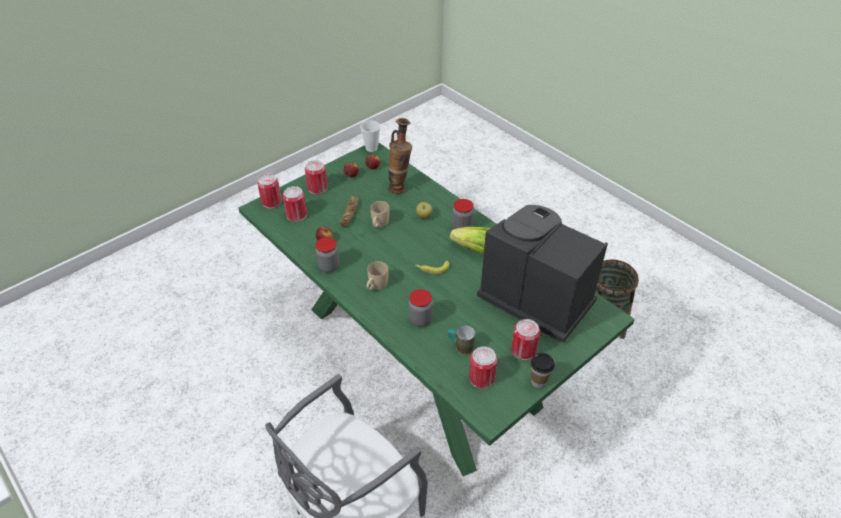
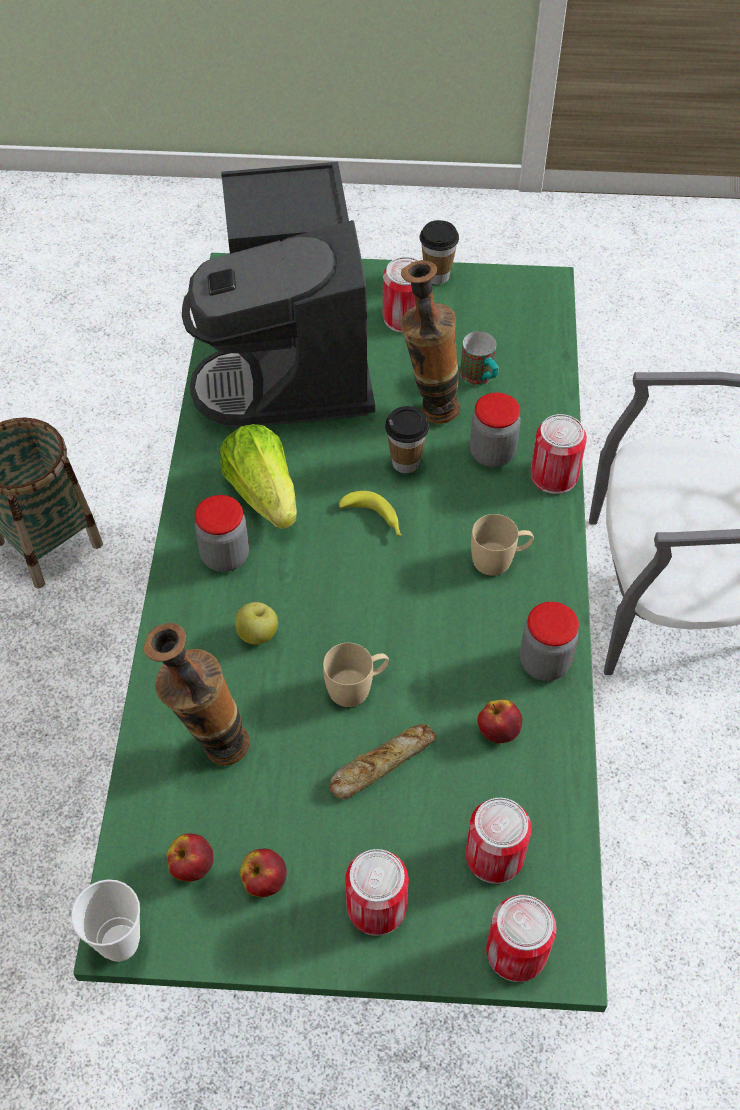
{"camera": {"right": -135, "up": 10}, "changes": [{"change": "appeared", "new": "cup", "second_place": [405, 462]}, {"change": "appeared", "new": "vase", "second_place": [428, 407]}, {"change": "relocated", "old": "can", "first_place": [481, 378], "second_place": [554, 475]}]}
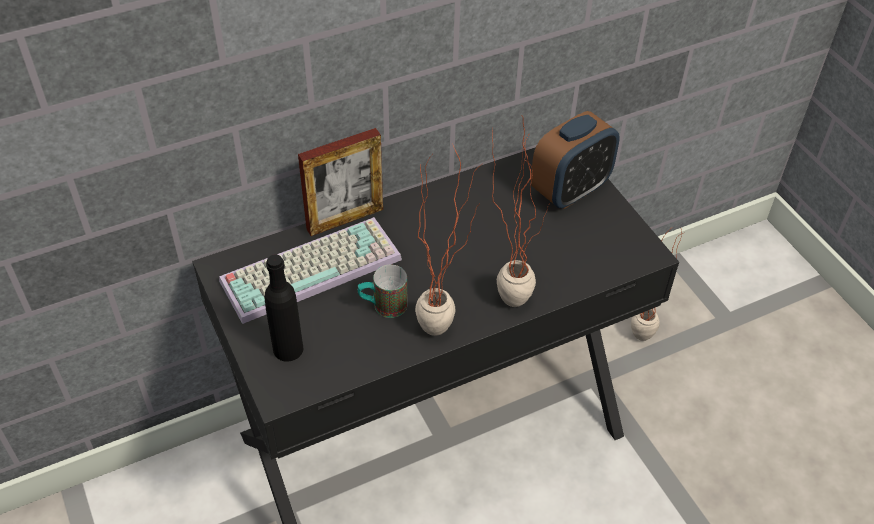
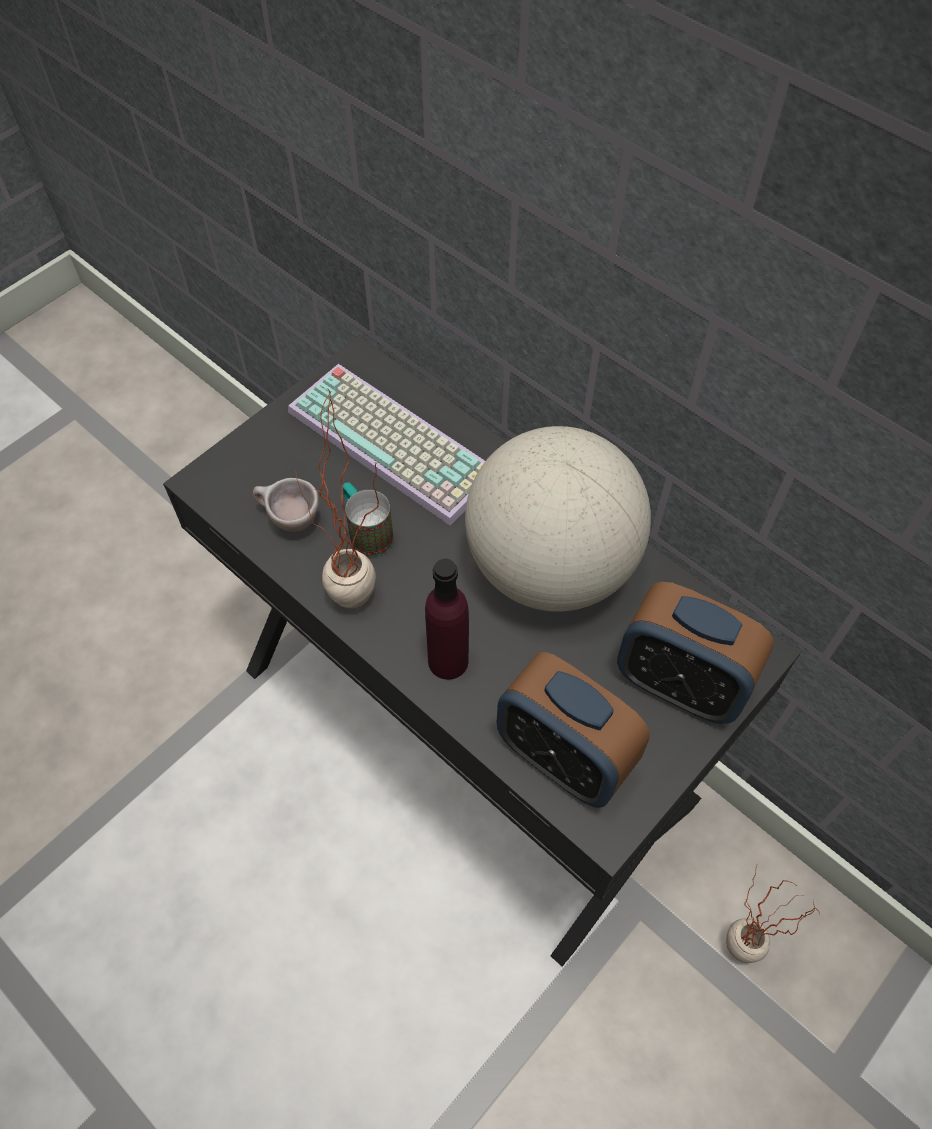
{"camera": {"right": 70, "up": 10}, "changes": [{"change": "appeared", "new": "cup/beige", "second_place": [288, 521]}, {"change": "exchanged", "old": "potted plant", "new": "bottle/purple", "first_place": [508, 292], "second_place": [448, 661]}, {"change": "appeared", "new": "globe", "second_place": [550, 566]}, {"change": "appeared", "new": "alarm clock", "second_place": [563, 757]}, {"change": "missing", "old": "bottle/black", "first_place": [288, 349]}, {"change": "missing", "old": "picture frame", "first_place": [345, 219]}]}
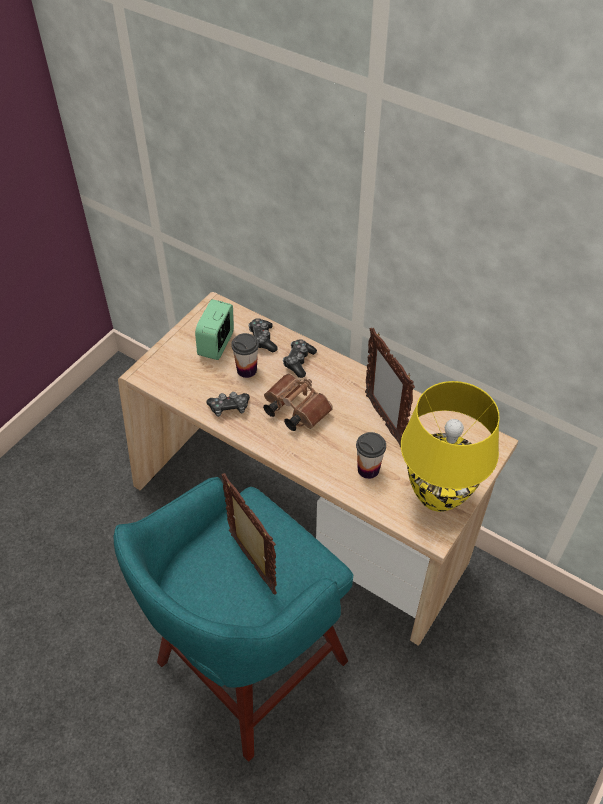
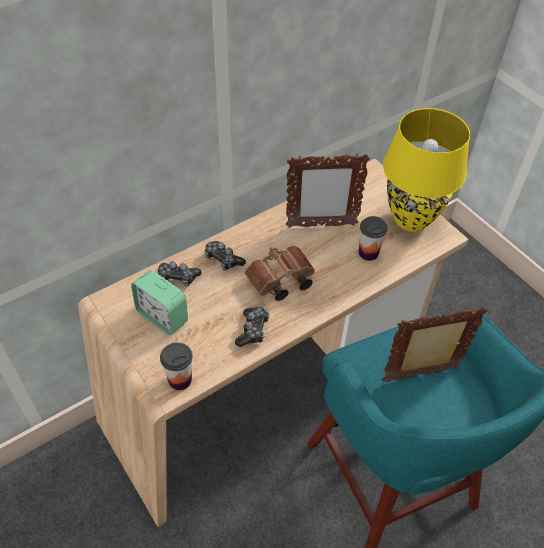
{"camera": {"right": -70, "up": 0}, "changes": [{"change": "relocated", "old": "cup", "first_place": [247, 370], "second_place": [180, 380]}]}
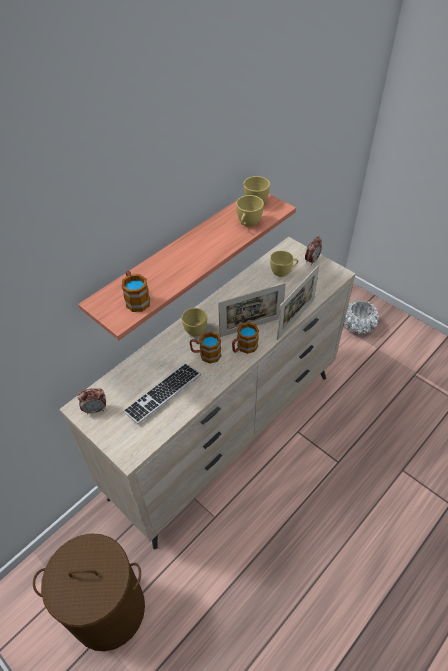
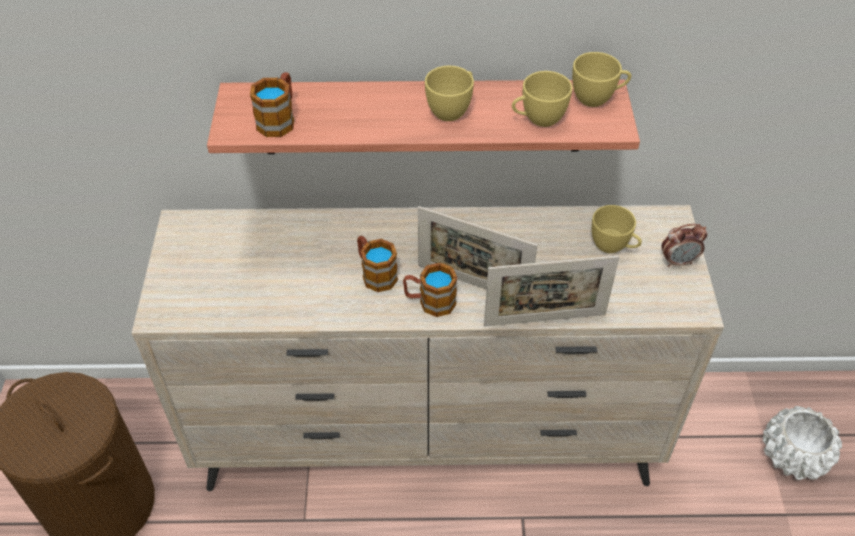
{"camera": {"right": 45, "up": 0}, "changes": [{"change": "relocated", "old": "cup/yellow", "first_place": [195, 328], "second_place": [452, 110]}, {"change": "missing", "old": "alarm clock", "first_place": [95, 409]}, {"change": "missing", "old": "keyboard", "first_place": [163, 394]}]}
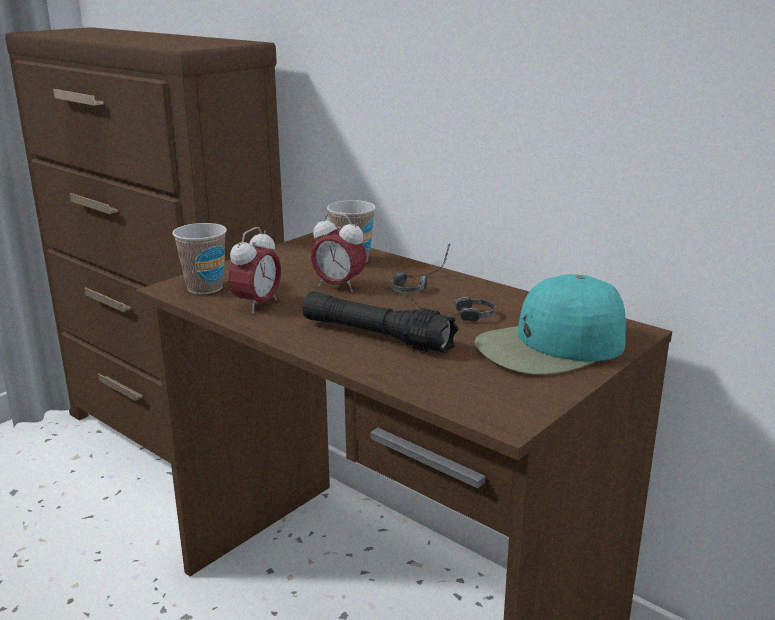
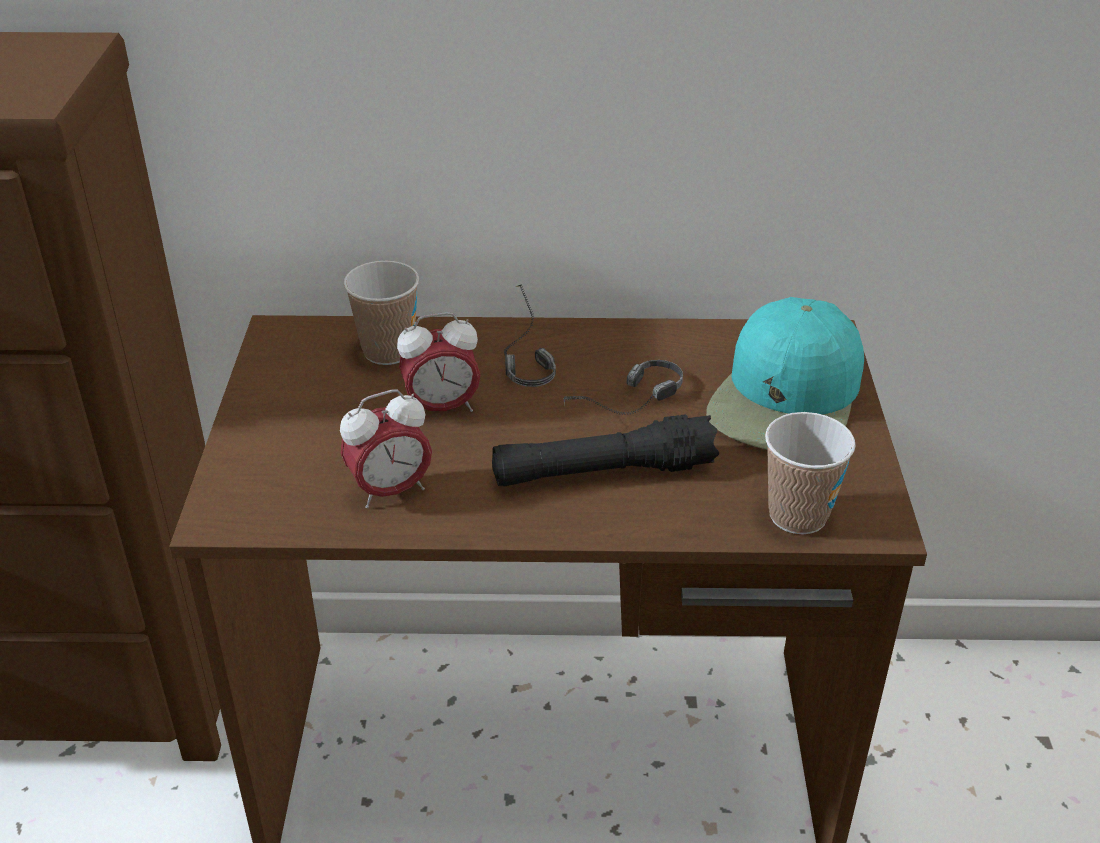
{"camera": {"right": -40, "up": 15}, "changes": [{"change": "spun", "old": "alarm clock", "first_place": [257, 305], "second_place": [390, 491], "degrees": 75}, {"change": "relocated", "old": "cup", "first_place": [205, 288], "second_place": [798, 515]}]}
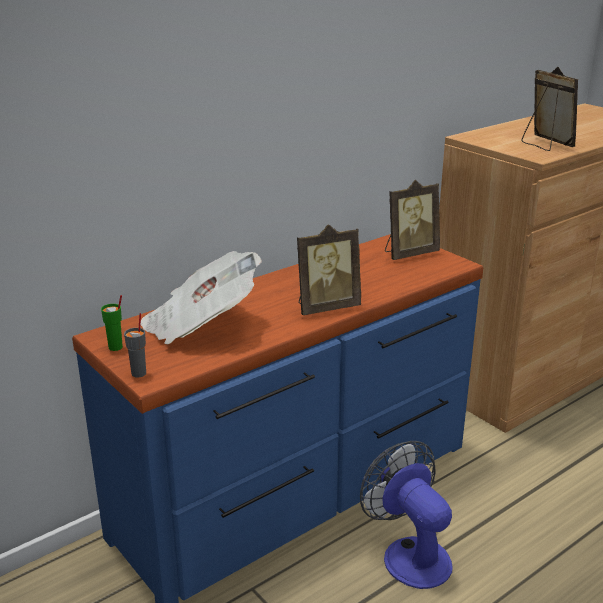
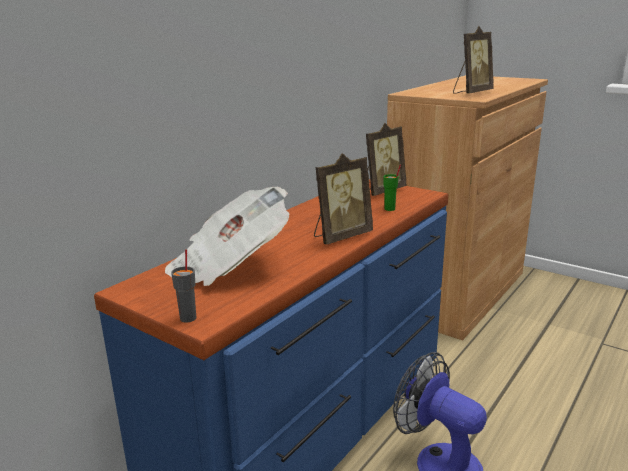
{"camera": {"right": -15, "up": -5}, "changes": [{"change": "relocated", "old": "cup/green", "first_place": [116, 347], "second_place": [390, 209]}, {"change": "spun", "old": "picture frame", "first_place": [545, 145], "second_place": [471, 93], "degrees": 90}]}
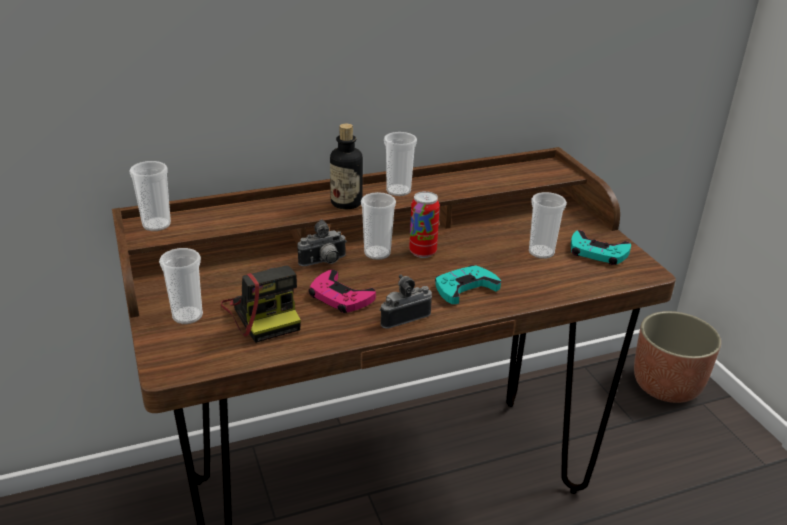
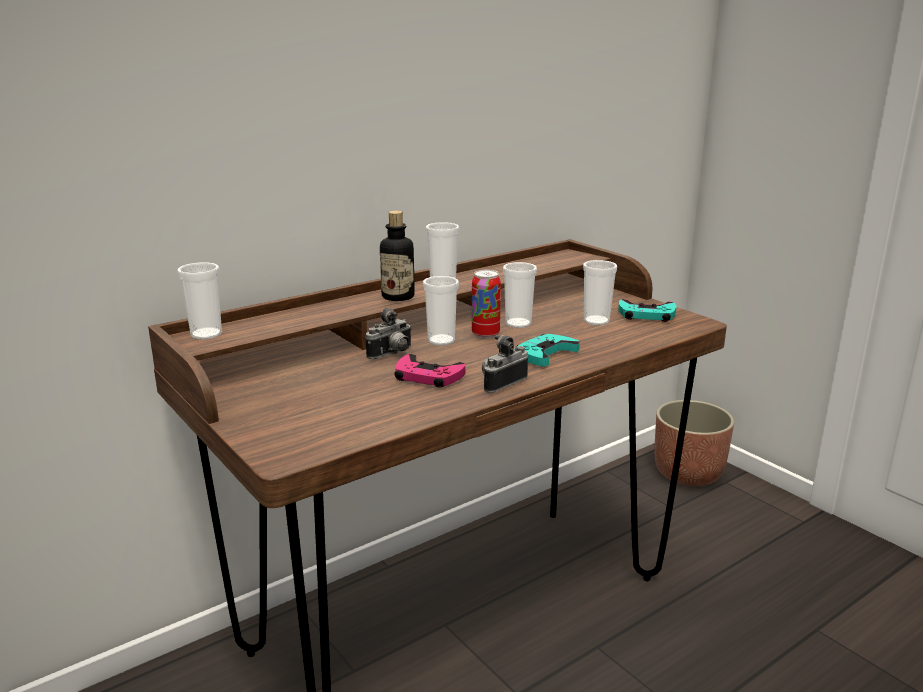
{"camera": {"right": -15, "up": -10}, "changes": [{"change": "relocated", "old": "cup", "first_place": [187, 316], "second_place": [518, 324]}, {"change": "missing", "old": "photo camera", "first_place": [264, 313]}]}
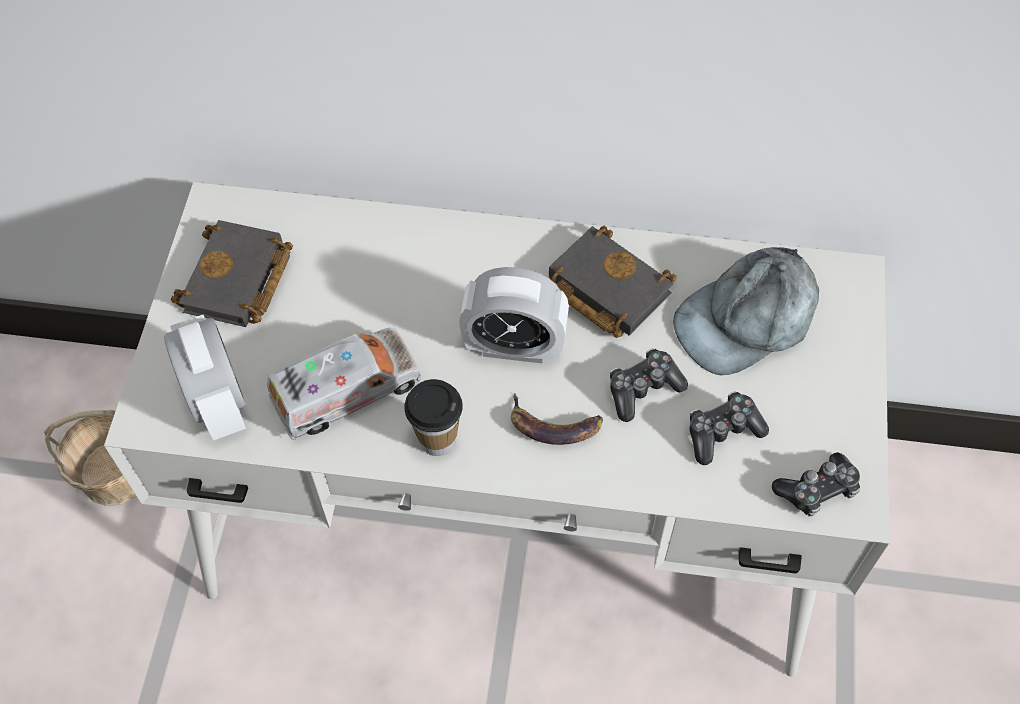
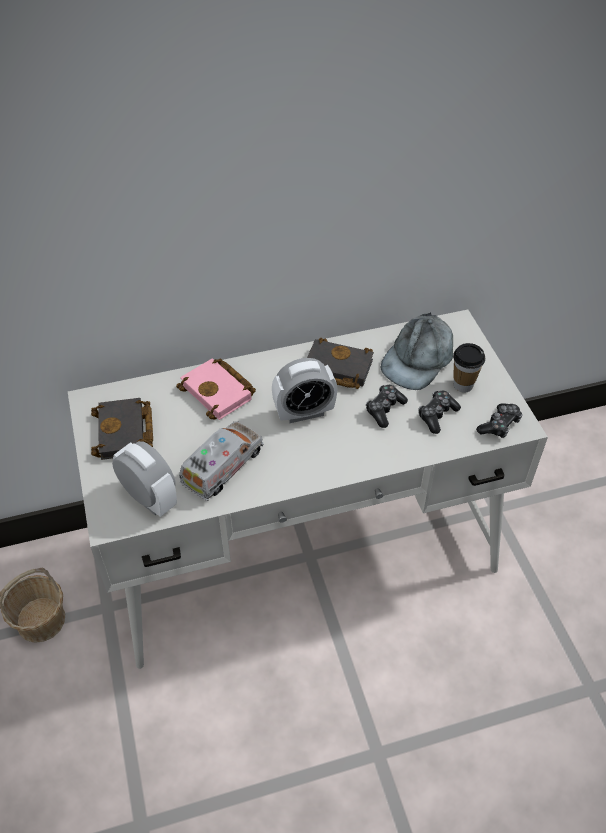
{"camera": {"right": -25, "up": -10}, "changes": [{"change": "appeared", "new": "book/pink", "second_place": [220, 392]}, {"change": "relocated", "old": "cup", "first_place": [437, 440], "second_place": [463, 385]}, {"change": "missing", "old": "banana", "first_place": [554, 425]}]}
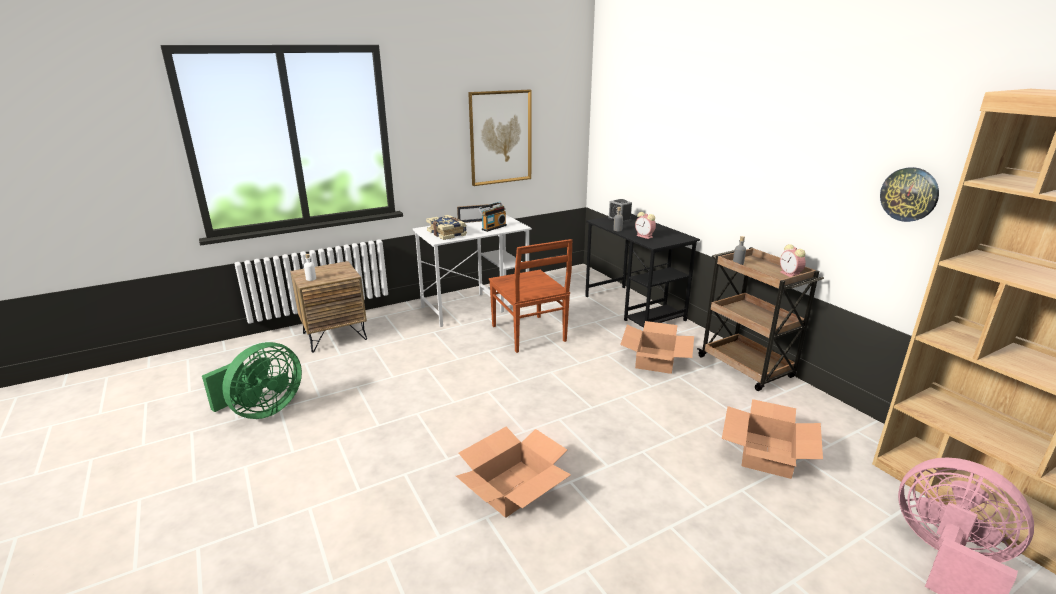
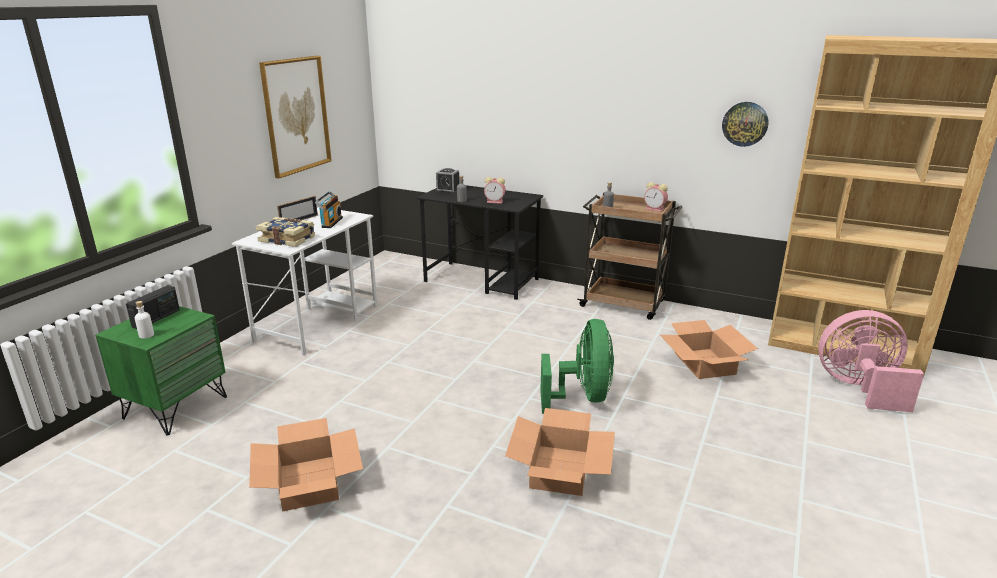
{"camera": {"right": -35, "up": 0}, "changes": [{"change": "colour", "old": "nightstand/brown", "new": "nightstand/green", "first_place": [335, 336], "second_place": [175, 407]}, {"change": "appeared", "new": "radio", "second_place": [156, 318]}, {"change": "relocated", "old": "cardboard box", "first_place": [655, 359], "second_place": [309, 482]}, {"change": "relocated", "old": "fan/green", "first_place": [262, 410], "second_place": [582, 397]}, {"change": "missing", "old": "chair/brown", "first_place": [529, 334]}]}
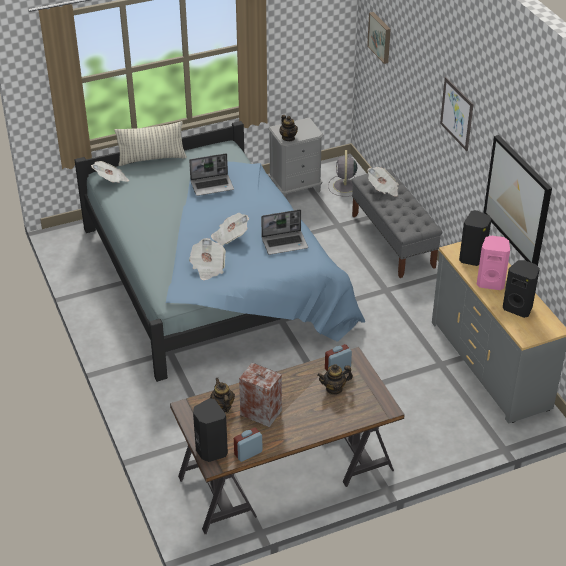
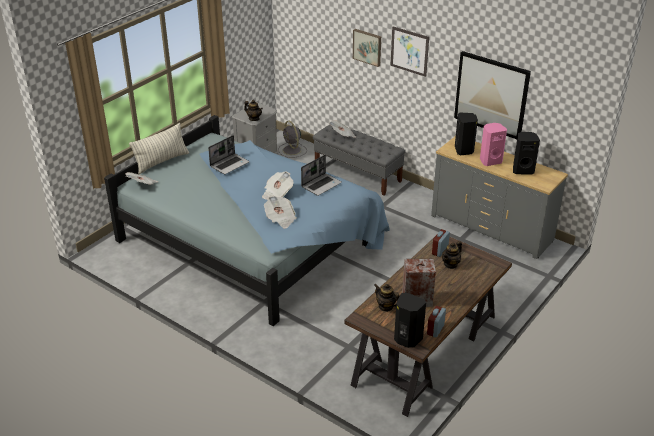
{"camera": {"right": -30, "up": -5}, "changes": [{"change": "relocated", "old": "picture", "first_place": [380, 37], "second_place": [367, 47]}]}
